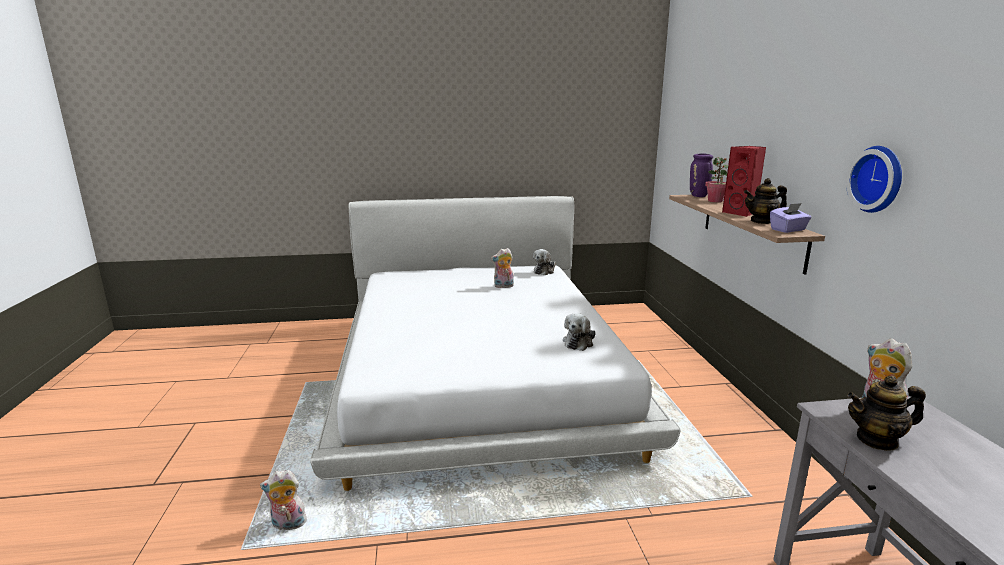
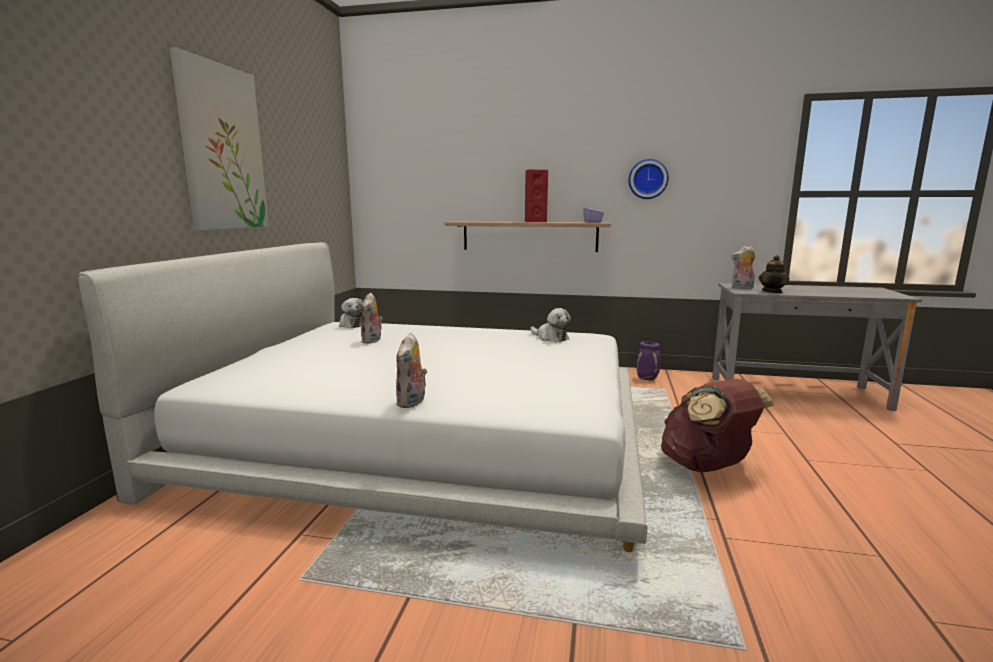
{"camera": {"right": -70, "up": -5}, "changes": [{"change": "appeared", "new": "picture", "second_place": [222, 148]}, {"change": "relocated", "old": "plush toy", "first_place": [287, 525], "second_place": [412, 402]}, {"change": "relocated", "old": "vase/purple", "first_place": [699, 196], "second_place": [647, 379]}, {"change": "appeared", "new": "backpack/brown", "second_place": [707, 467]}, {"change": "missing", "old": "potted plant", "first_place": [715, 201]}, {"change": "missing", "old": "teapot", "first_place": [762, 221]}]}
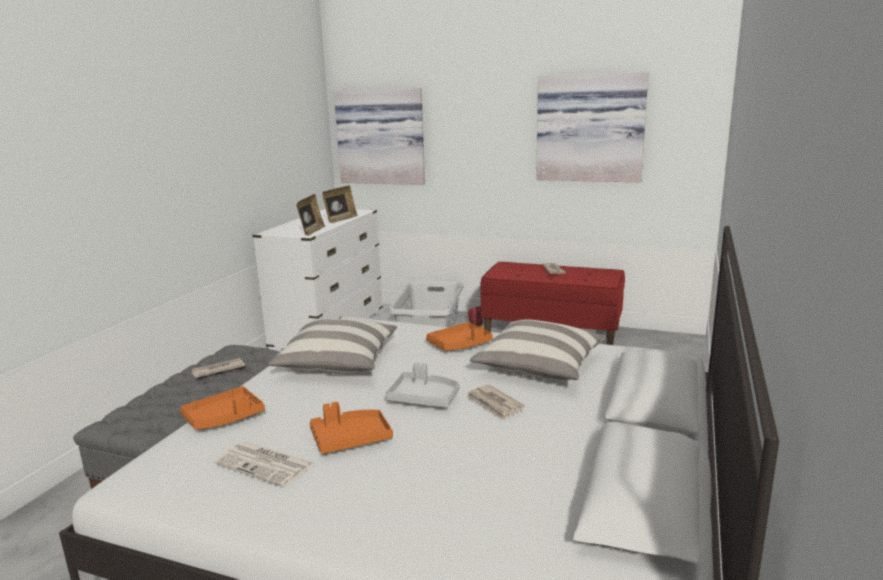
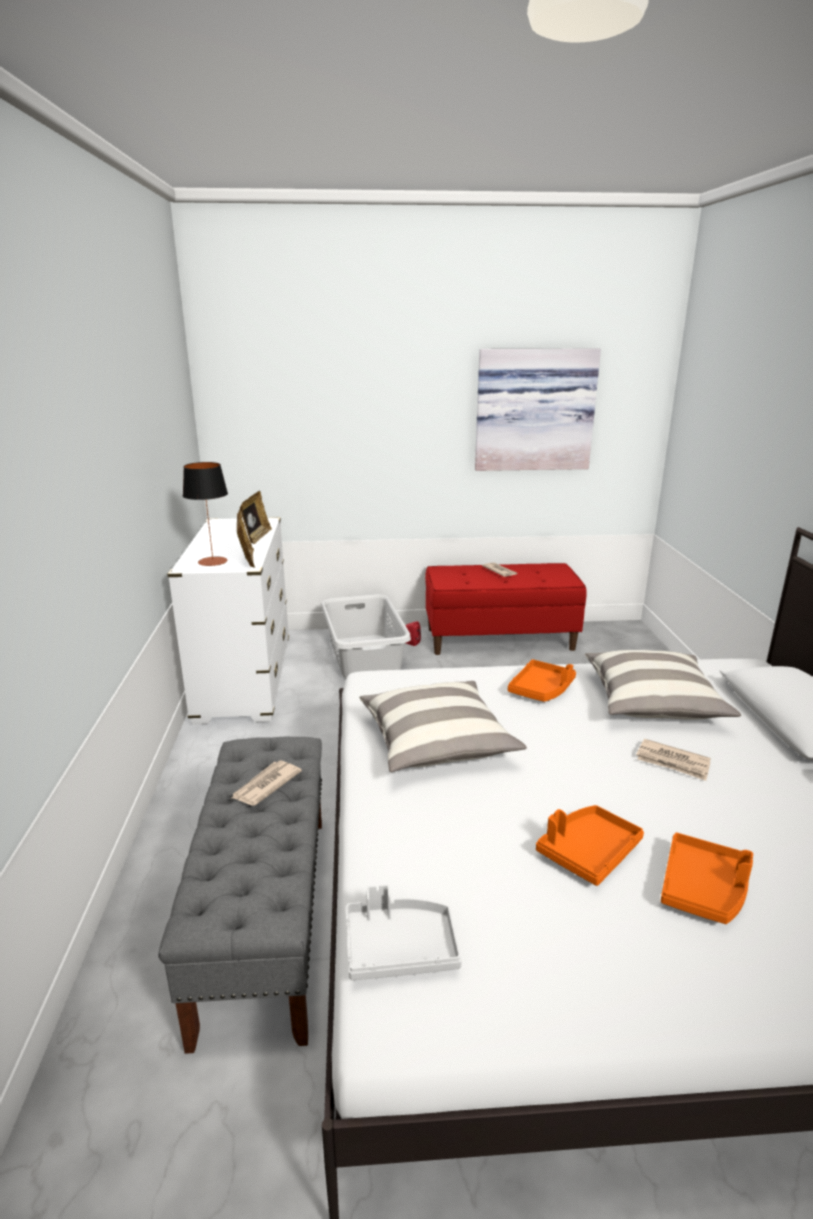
{"camera": {"right": -25, "up": 5}, "changes": [{"change": "appeared", "new": "table lamp", "second_place": [213, 561]}, {"change": "relocated", "old": "tray/grey", "first_place": [424, 398], "second_place": [400, 948]}, {"change": "relocated", "old": "tray/orange", "first_place": [224, 418], "second_place": [704, 889]}, {"change": "missing", "old": "newspaper", "first_place": [266, 464]}, {"change": "missing", "old": "picture", "first_place": [381, 136]}]}
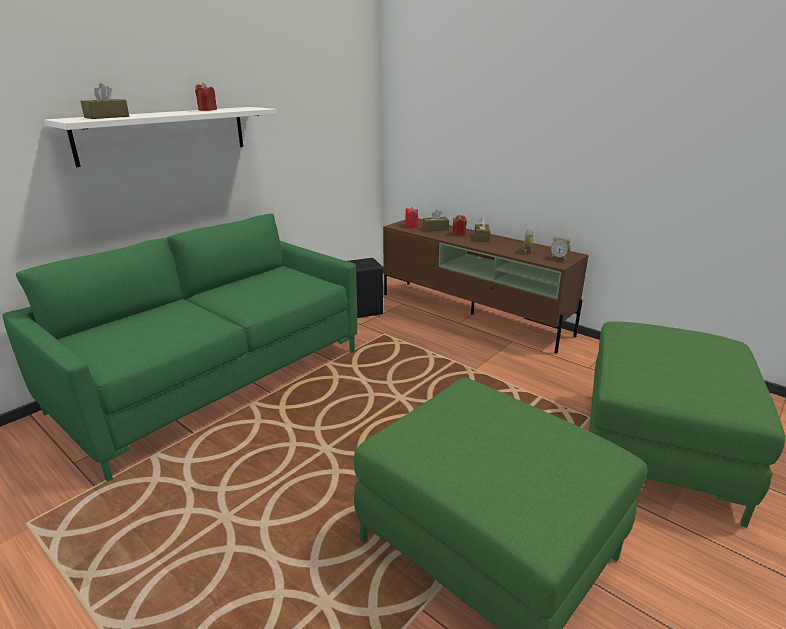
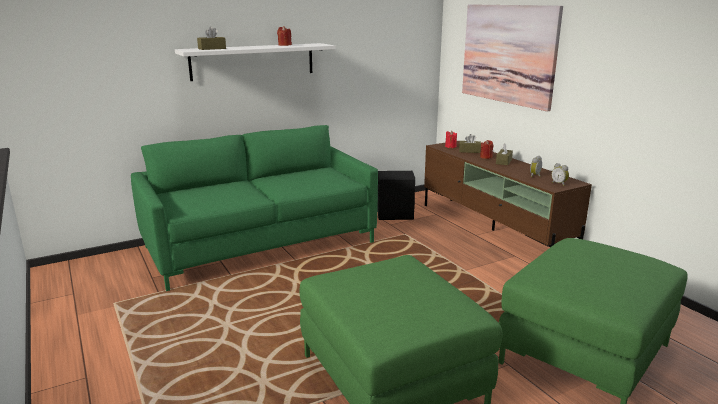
{"camera": {"right": 20, "up": -5}, "changes": [{"change": "appeared", "new": "picture", "second_place": [508, 54]}]}
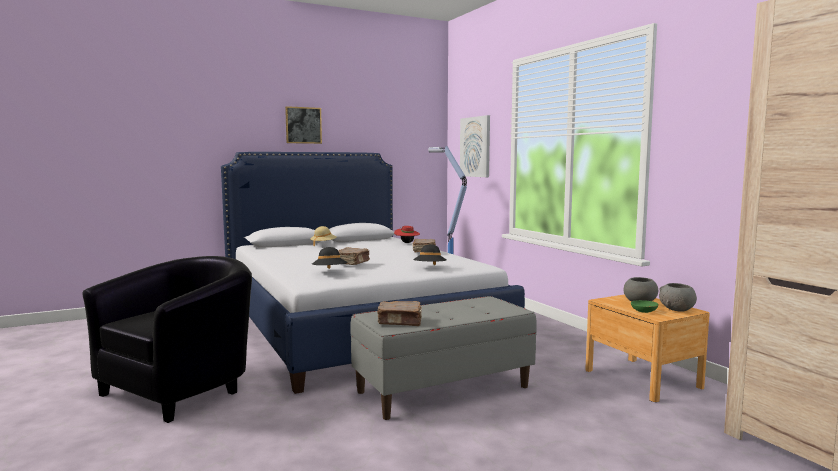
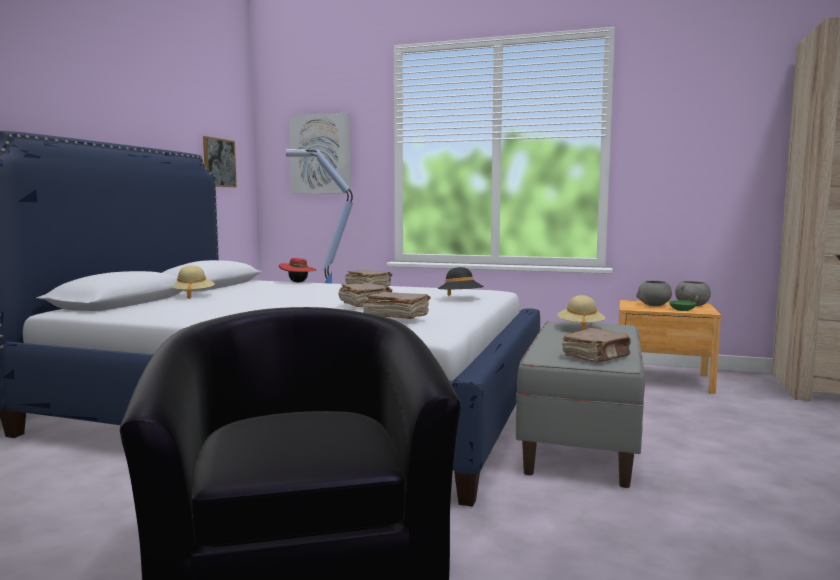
{"camera": {"right": -45, "up": 0}, "changes": [{"change": "relocated", "old": "picture", "first_place": [303, 125], "second_place": [219, 162]}, {"change": "exchanged", "old": "hat/black", "new": "book/brown", "first_place": [330, 272], "second_place": [396, 317]}, {"change": "appeared", "new": "hat/beige", "second_place": [580, 327]}]}
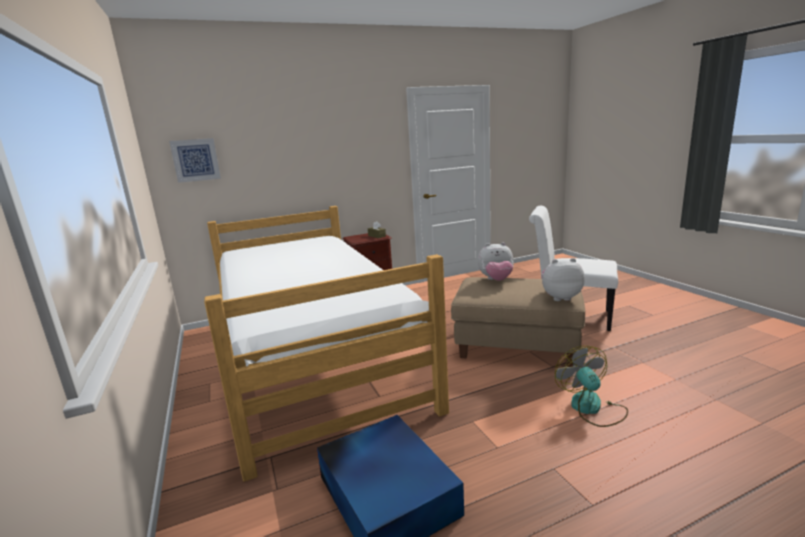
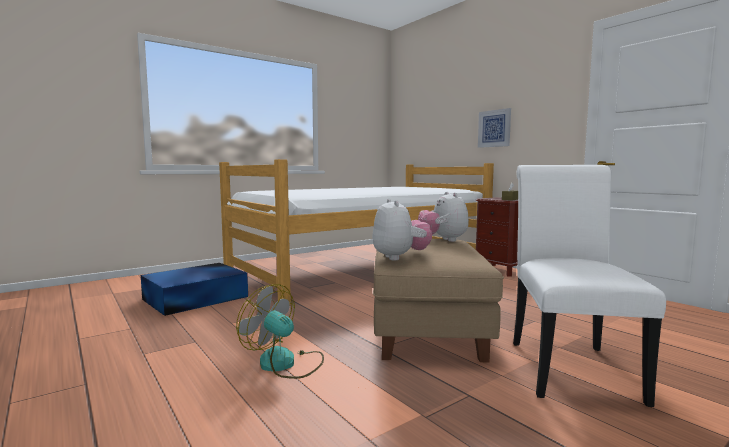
{"camera": {"right": 75, "up": -10}, "changes": [{"change": "spun", "old": "fan", "first_place": [591, 408], "second_place": [285, 363], "degrees": -120}, {"change": "relocated", "old": "picture", "first_place": [195, 160], "second_place": [494, 128]}]}
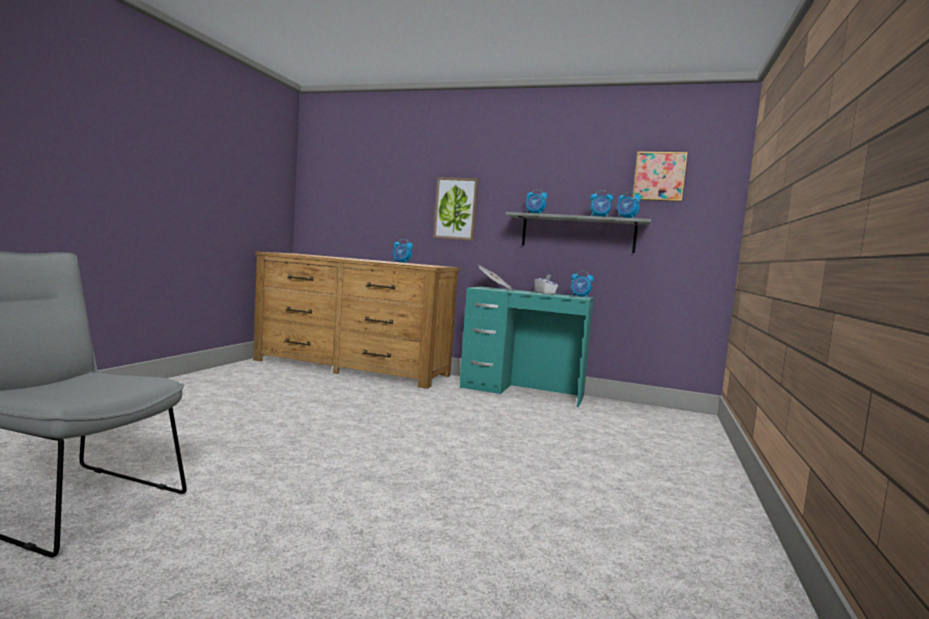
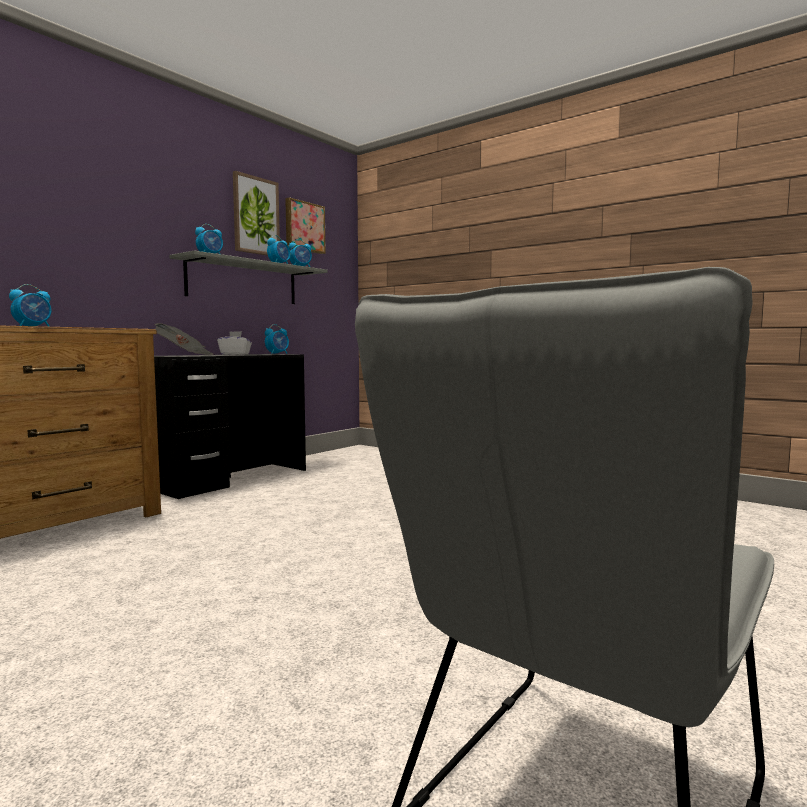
{"camera": {"right": -70, "up": 0}, "changes": [{"change": "colour", "old": "desk/turquoise", "new": "desk/black", "first_place": [522, 392], "second_place": [232, 479]}, {"change": "relocated", "old": "picture", "first_place": [456, 208], "second_place": [255, 216]}]}
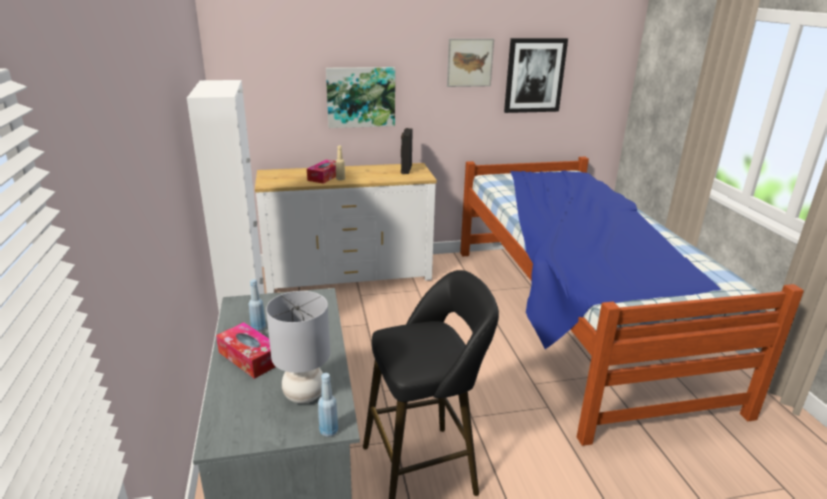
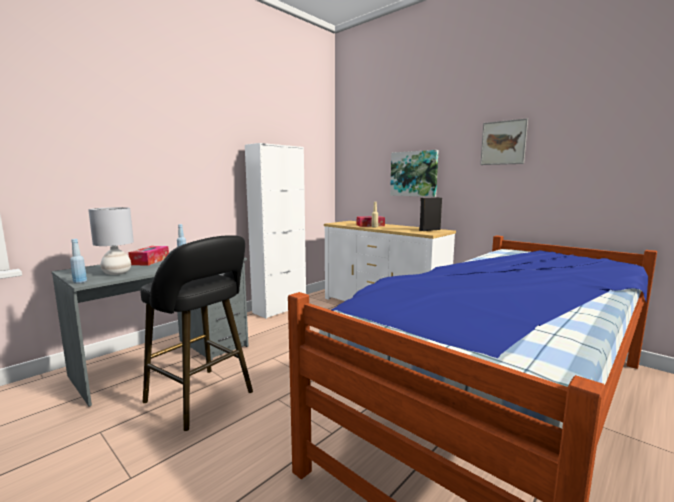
{"camera": {"right": 55, "up": -15}, "changes": [{"change": "missing", "old": "picture", "first_place": [534, 75]}]}
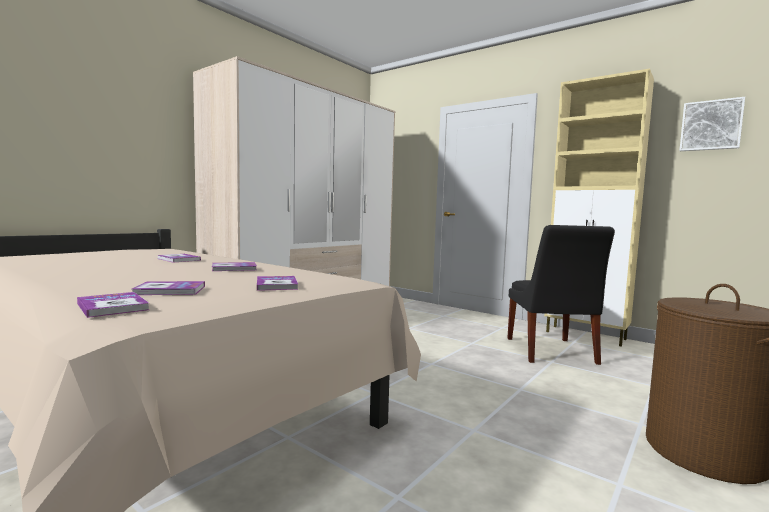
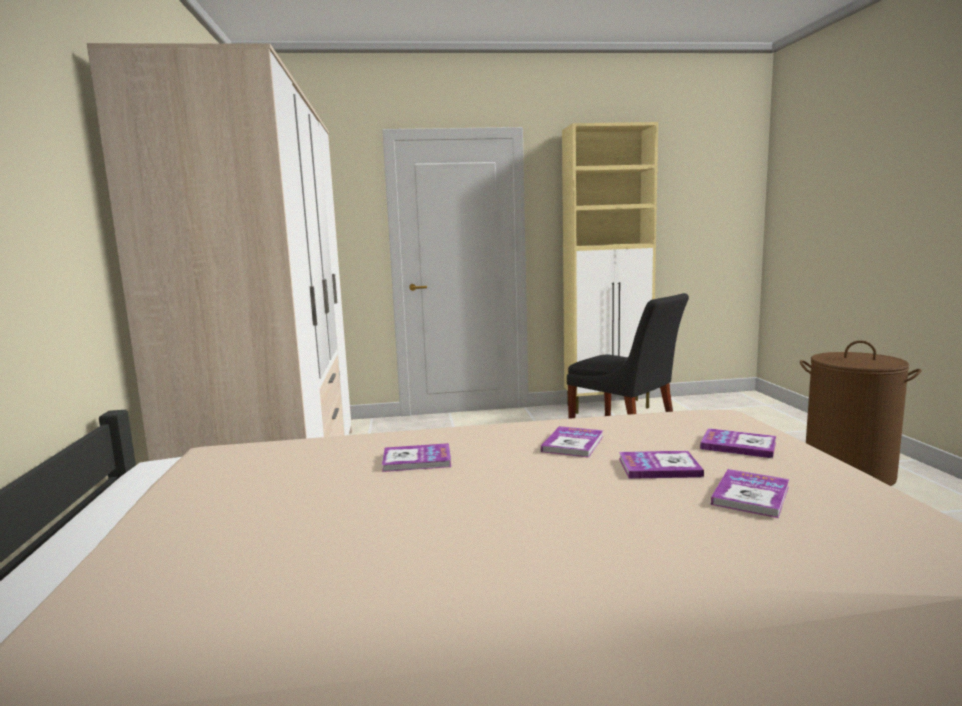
{"camera": {"right": -45, "up": 5}, "changes": [{"change": "relocated", "old": "book", "first_place": [112, 306], "second_place": [659, 467]}, {"change": "missing", "old": "picture", "first_place": [711, 125]}]}
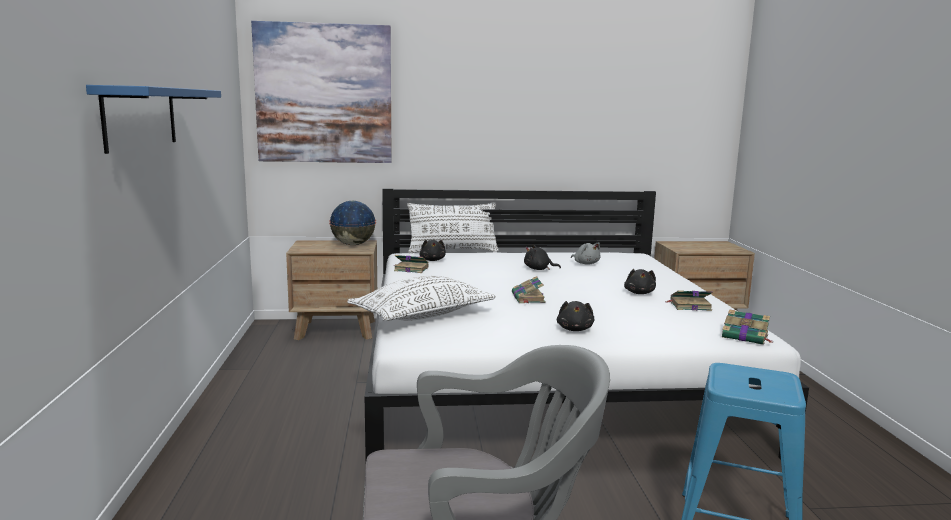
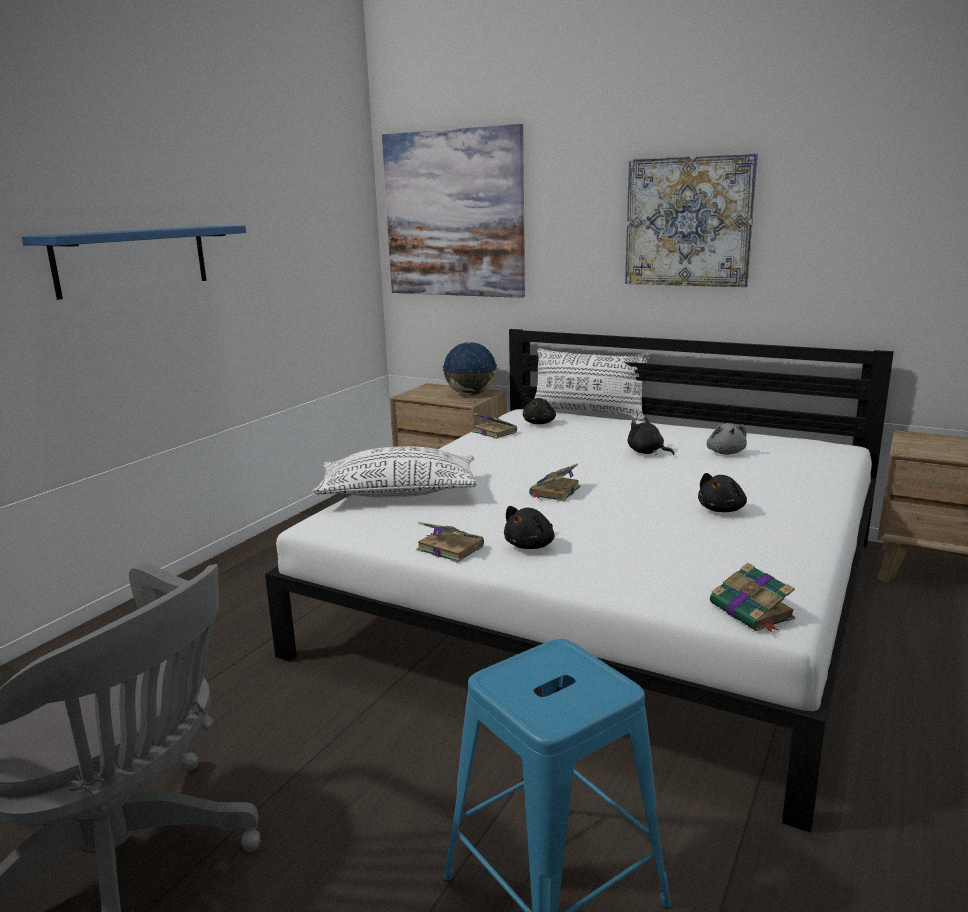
{"camera": {"right": 35, "up": 5}, "changes": [{"change": "relocated", "old": "book", "first_place": [689, 306], "second_place": [449, 548]}, {"change": "appeared", "new": "picture", "second_place": [688, 222]}]}
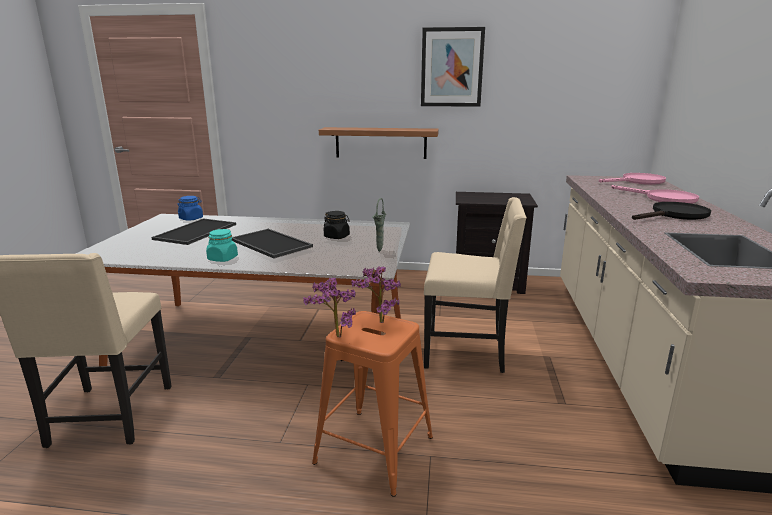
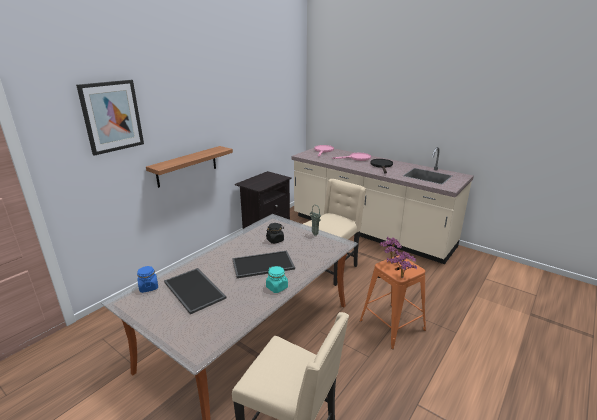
{"camera": {"right": -60, "up": 5}, "changes": [{"change": "relocated", "old": "picture", "first_place": [452, 67], "second_place": [112, 116]}]}
